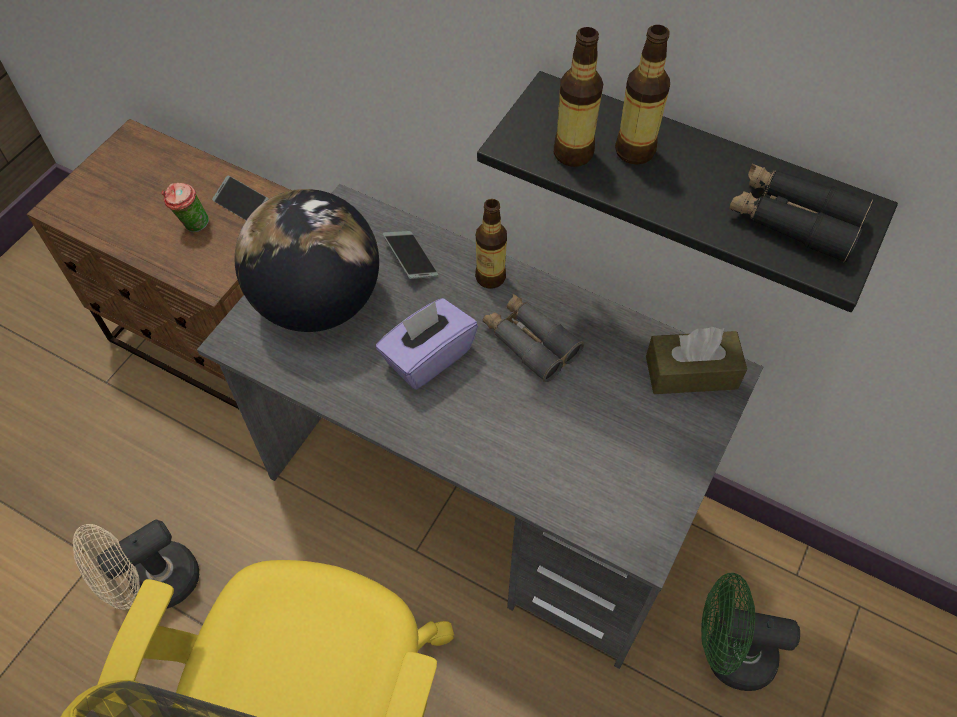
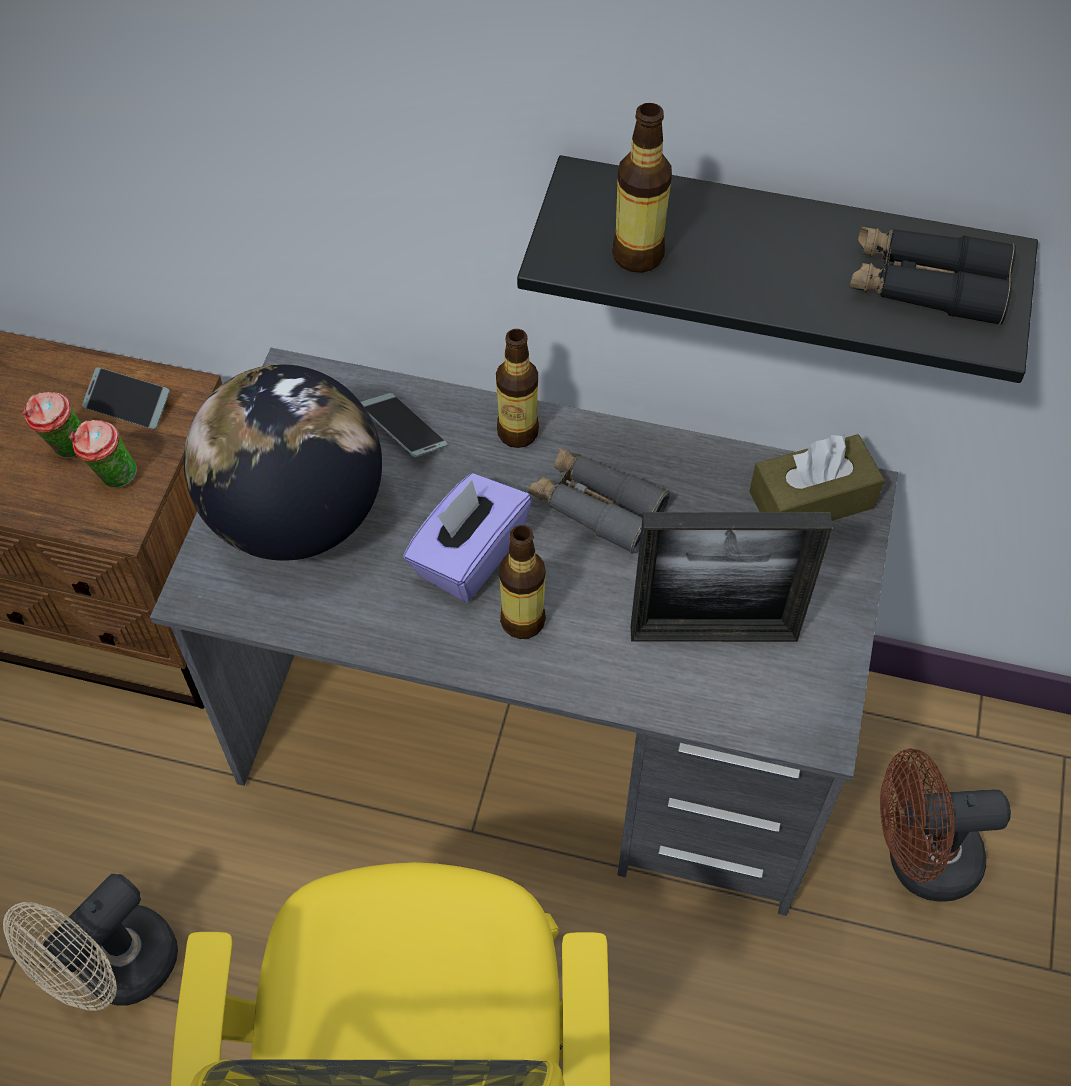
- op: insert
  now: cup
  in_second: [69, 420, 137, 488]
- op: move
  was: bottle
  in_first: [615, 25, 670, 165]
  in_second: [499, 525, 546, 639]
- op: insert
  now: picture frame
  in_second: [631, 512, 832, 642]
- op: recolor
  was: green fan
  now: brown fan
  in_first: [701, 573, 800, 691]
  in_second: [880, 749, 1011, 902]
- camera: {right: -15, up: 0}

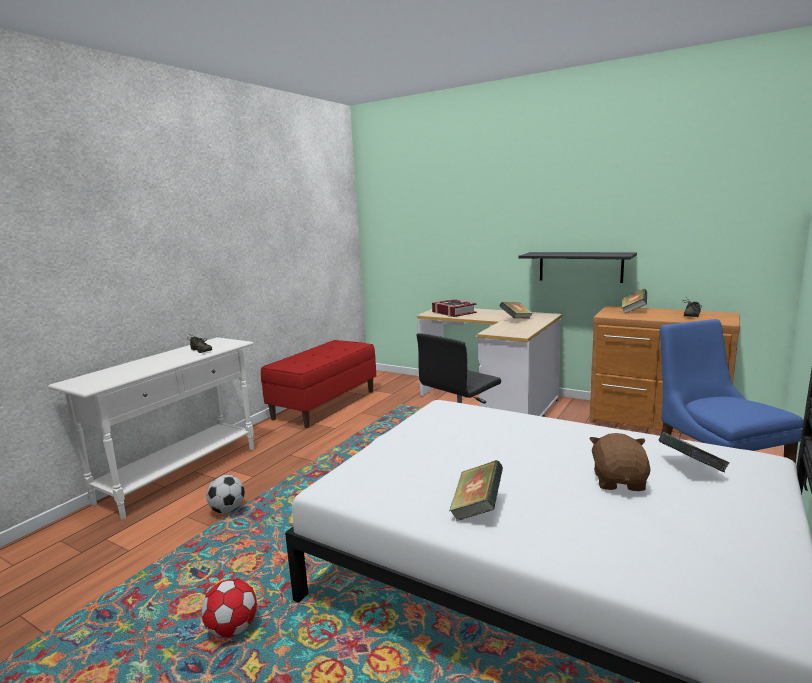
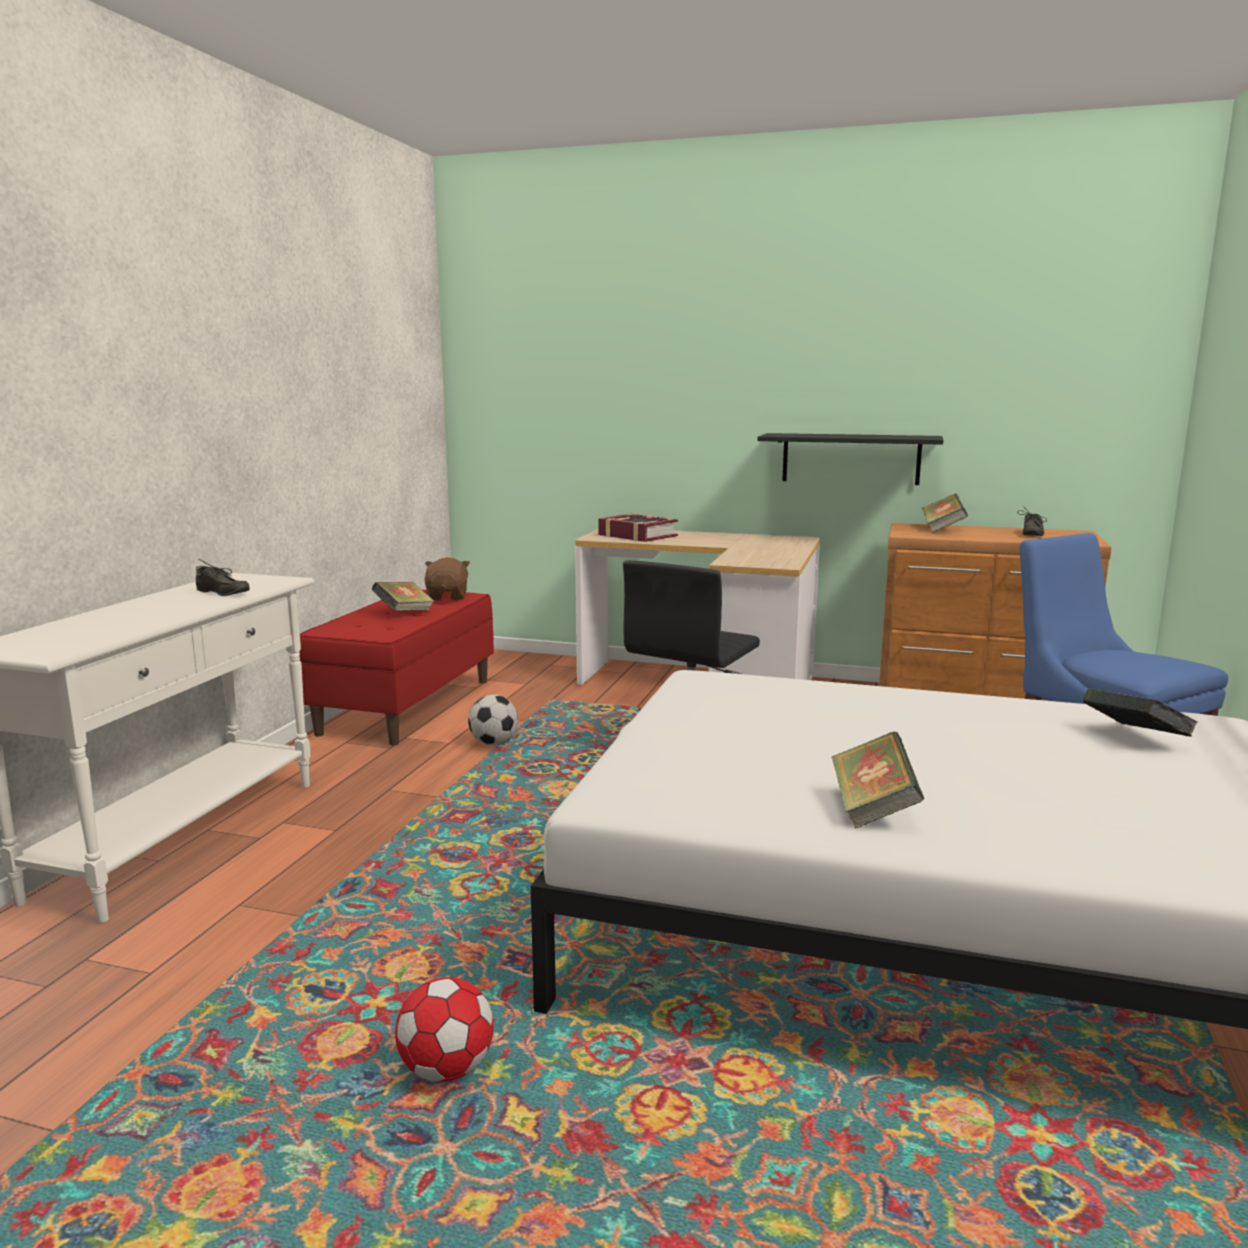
- op: move
  was: book
  in_first: [499, 302, 533, 319]
  in_second: [372, 582, 434, 611]
- op: move
  was: brown plush toy
  in_first: [589, 433, 651, 491]
  in_second: [424, 557, 470, 600]
- op: move
  was: football
  in_first: [206, 475, 245, 513]
  in_second: [468, 695, 518, 745]
- camera: {right: -15, up: 0}

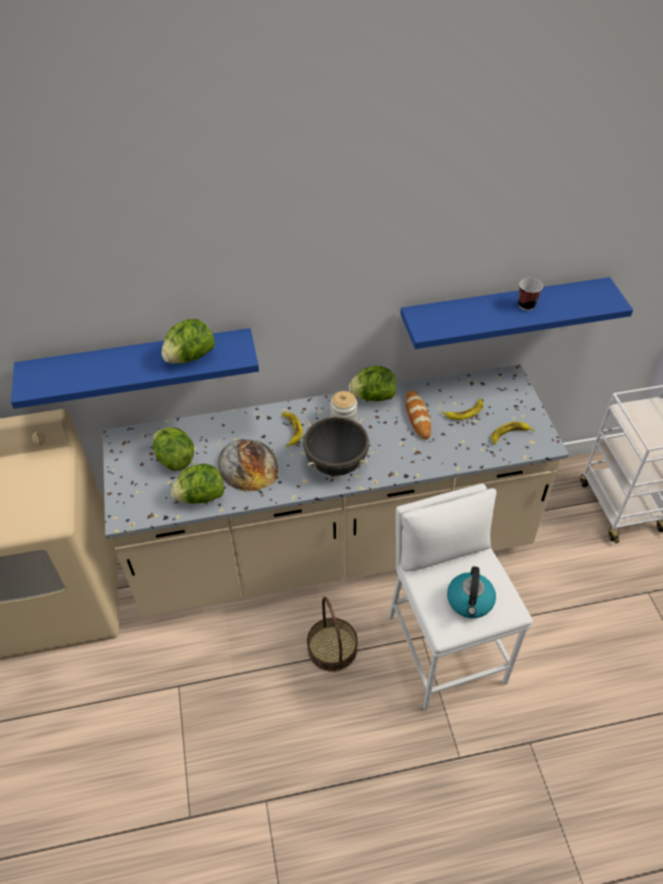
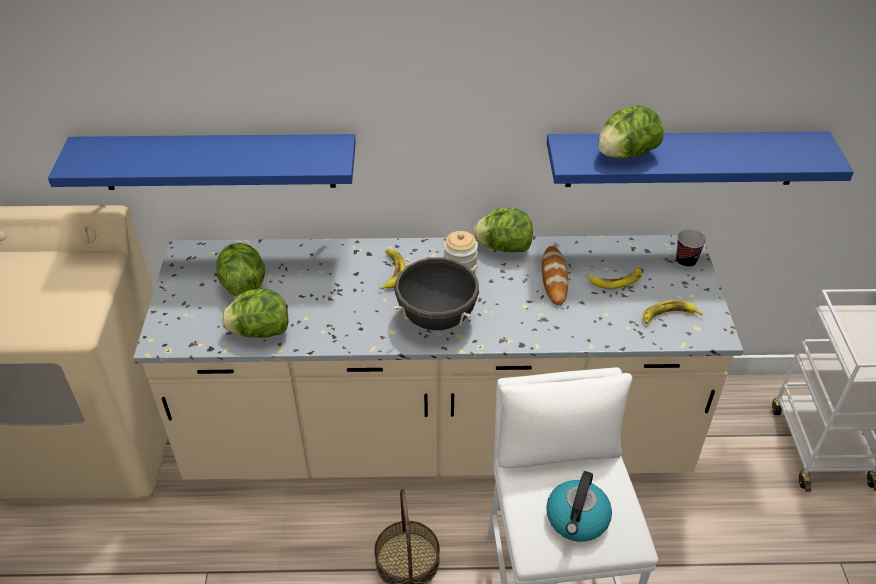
- op: move
  was: lettuce
  in_first: [162, 319, 215, 364]
  in_second: [598, 105, 664, 159]
- op: move
  was: cup
  in_first: [518, 278, 543, 311]
  in_second: [676, 229, 706, 268]
- op: delete
  was: bread
  in_first: [218, 439, 278, 492]
- camera: {right: 10, up: -5}

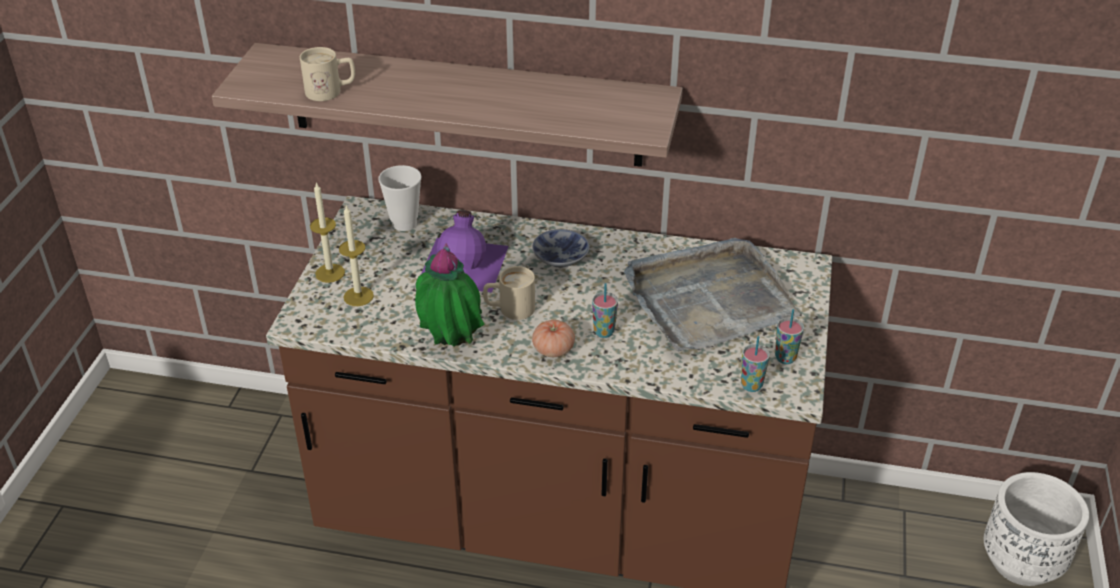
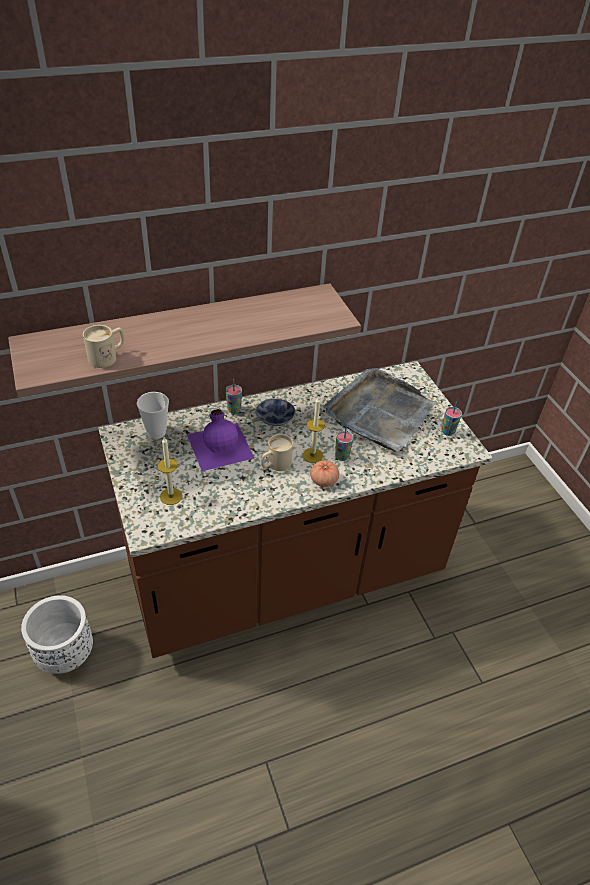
- op: move
  was: white planter
  in_first: [984, 472, 1089, 586]
  in_second: [21, 595, 93, 674]
- op: move
  was: cup
  in_first: [741, 336, 770, 392]
  in_second: [226, 379, 242, 414]
- op: move
  was: candle
  in_first: [310, 182, 345, 283]
  in_second: [303, 396, 325, 463]
- op: delete
  was: potted plant
  in_first: [415, 243, 484, 347]
- camera: {right: -35, up: 5}

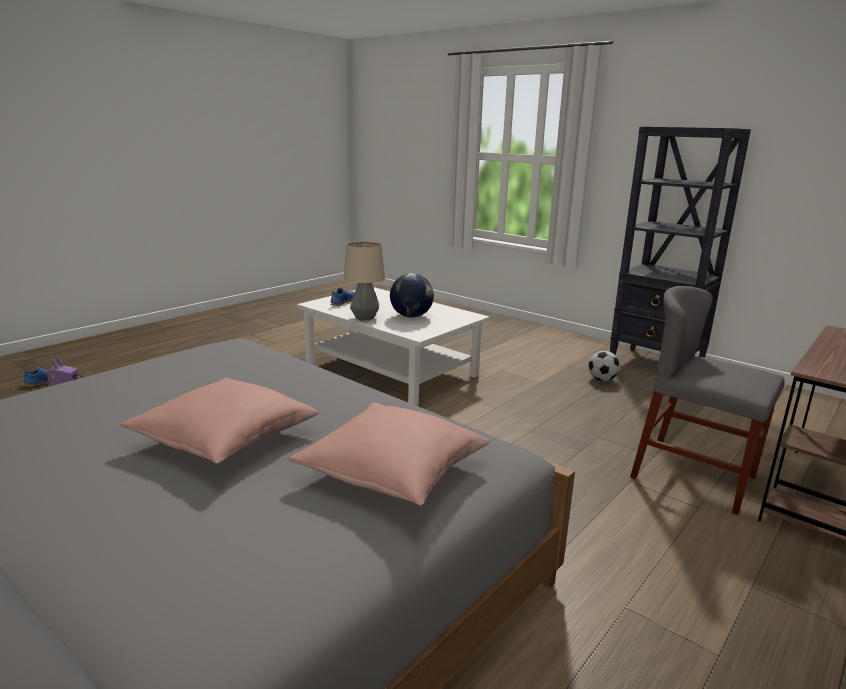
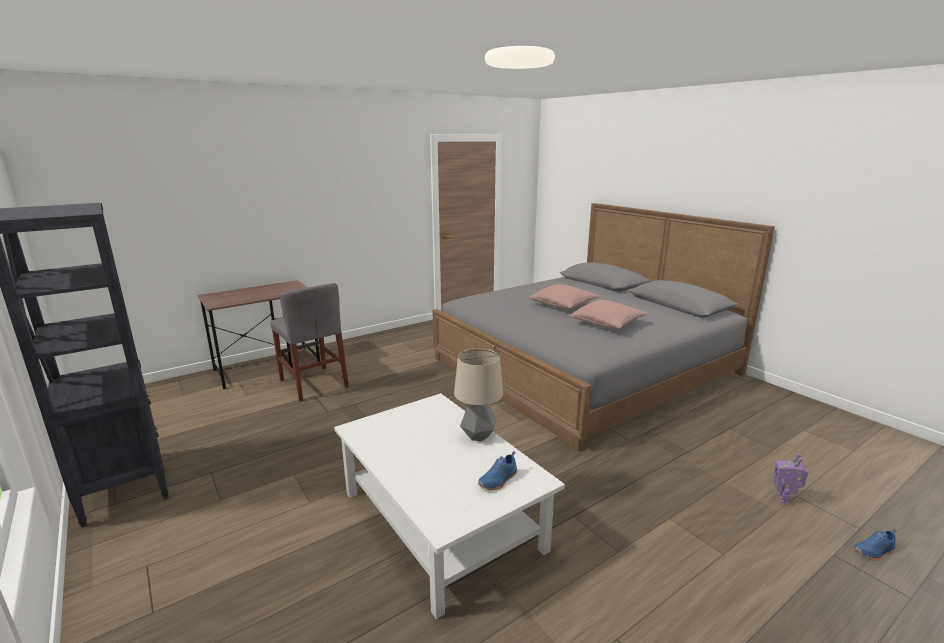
- op: move
  was: pink pillow
  in_first: [288, 403, 490, 505]
  in_second: [569, 300, 648, 329]
- op: delete
  was: globe
  in_first: [390, 273, 434, 318]
- op: delete
  was: football
  in_first: [588, 351, 620, 381]
- camera: {right: -165, up: 0}

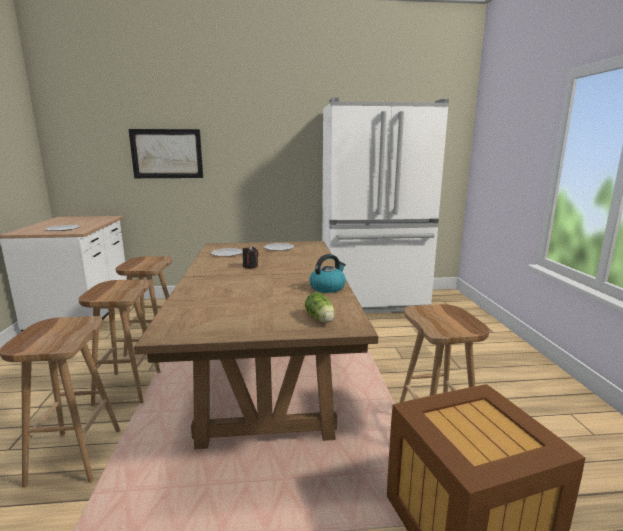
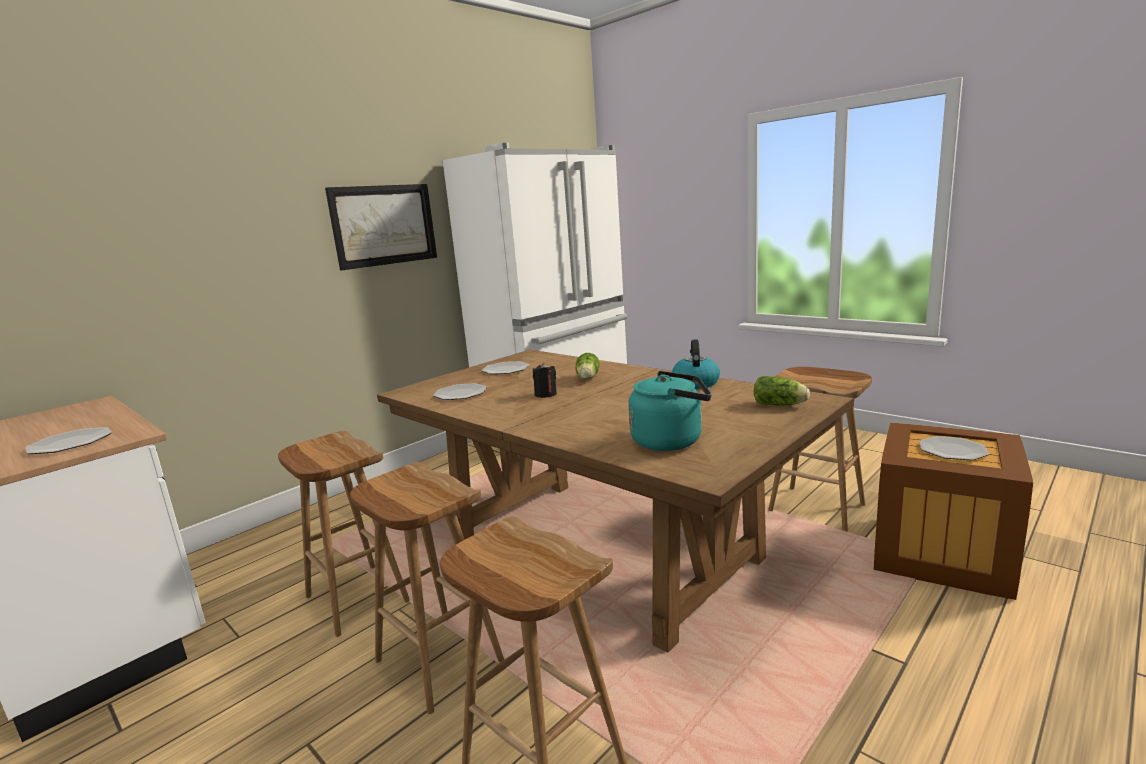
- op: move
  was: picture
  in_first: [128, 129, 203, 178]
  in_second: [325, 184, 437, 270]
- op: insert
  now: lettuce
  in_second: [576, 353, 600, 380]
- op: insert
  now: turquoise kettle
  in_second: [628, 371, 711, 451]
- op: insert
  now: plate
  in_second: [919, 436, 989, 460]
- camera: {right: -40, up: 0}

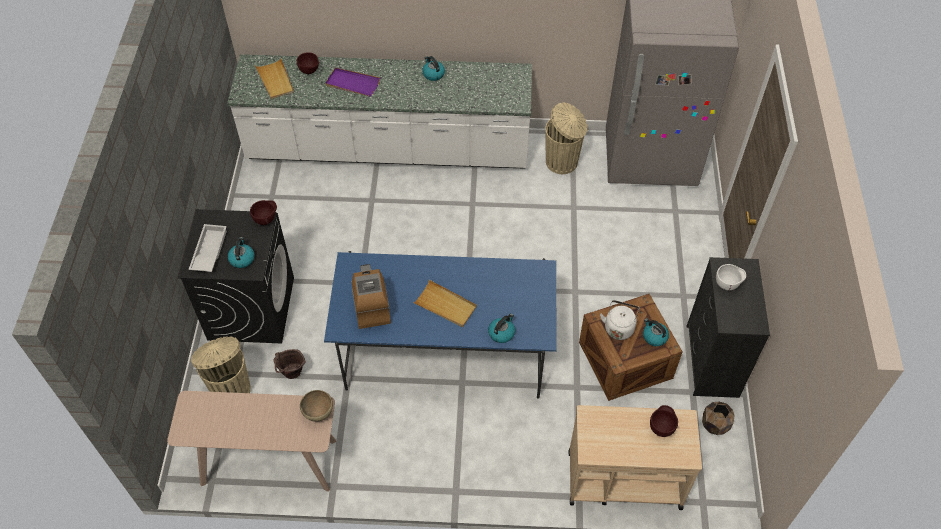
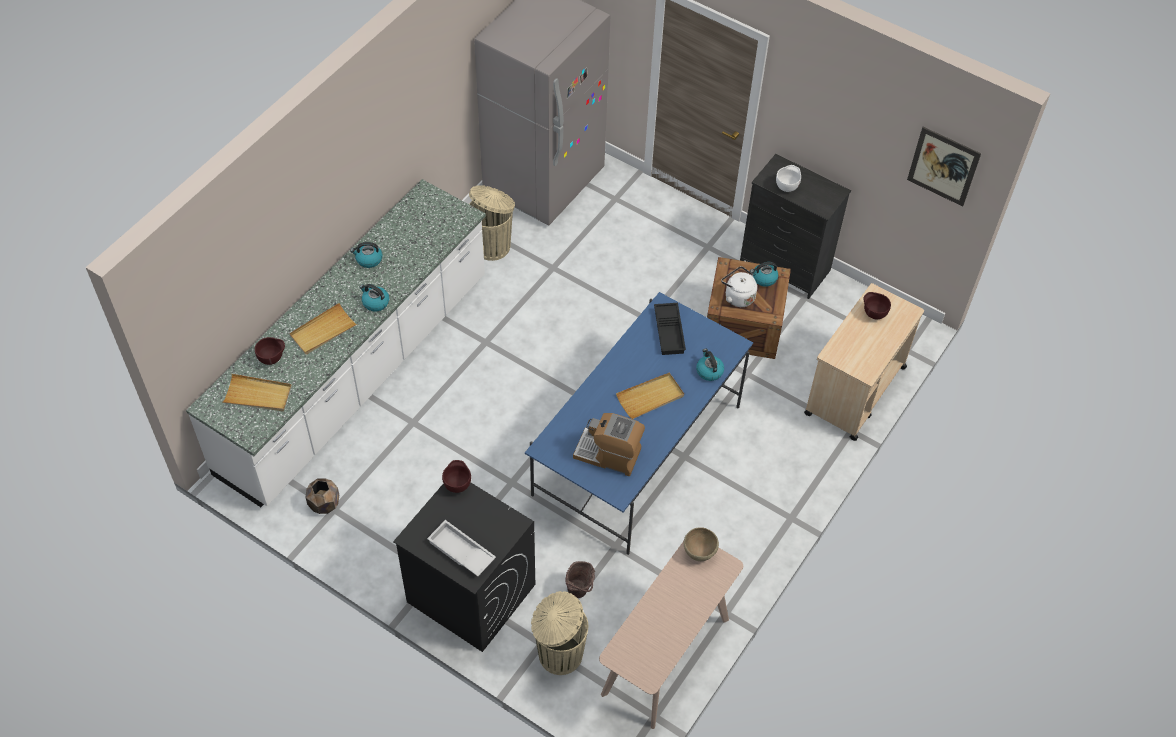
- op: recolor
  was: purple tray
  now: beige tray
  in_first: [325, 67, 380, 97]
  in_second: [289, 303, 357, 354]
- op: move
  was: brown planter
  in_first: [702, 402, 735, 435]
  in_second: [306, 479, 339, 514]
- op: move
  was: kettle
  in_first: [228, 237, 254, 268]
  in_second: [360, 284, 389, 312]
- op: insert
  now: black tray
  in_second: [654, 303, 686, 355]
- op: insert
  now: picture
  in_second: [907, 127, 981, 206]
- camera: {right: -60, up: 0}

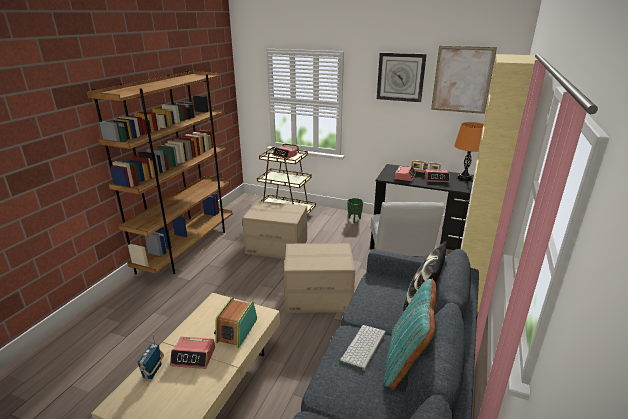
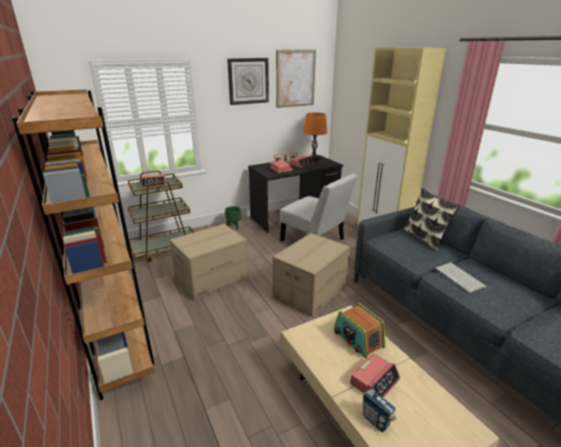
- op: delete
  was: turquoise pillow
  in_first: [384, 279, 437, 390]
- camera: {right: -50, up: 0}

